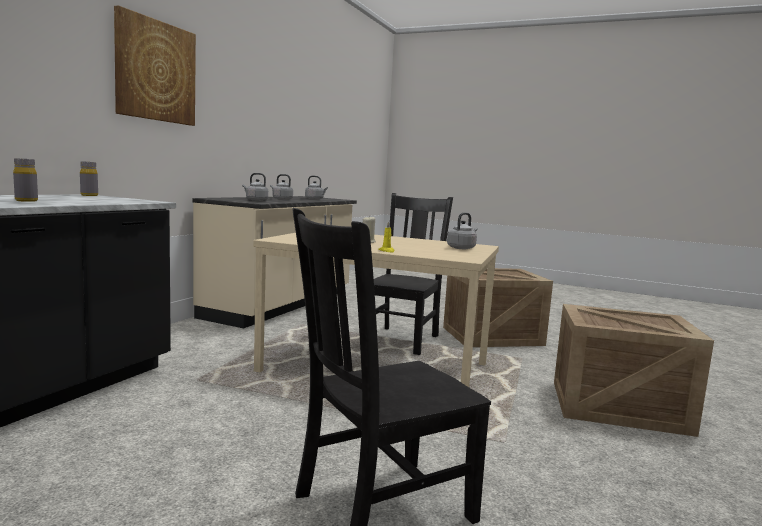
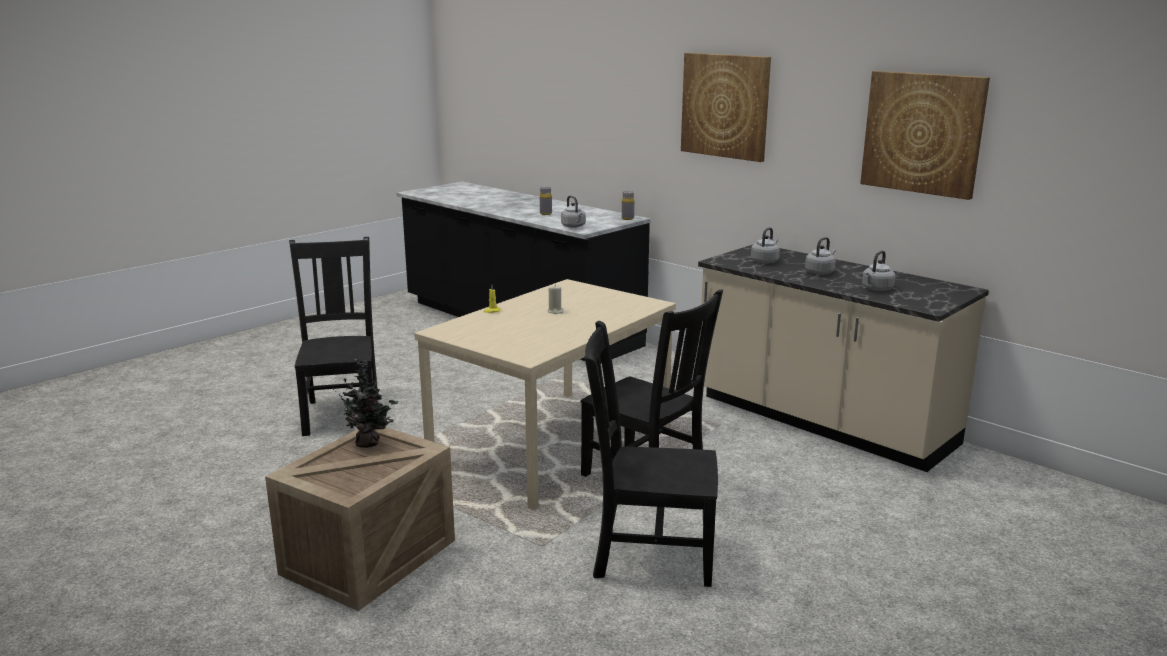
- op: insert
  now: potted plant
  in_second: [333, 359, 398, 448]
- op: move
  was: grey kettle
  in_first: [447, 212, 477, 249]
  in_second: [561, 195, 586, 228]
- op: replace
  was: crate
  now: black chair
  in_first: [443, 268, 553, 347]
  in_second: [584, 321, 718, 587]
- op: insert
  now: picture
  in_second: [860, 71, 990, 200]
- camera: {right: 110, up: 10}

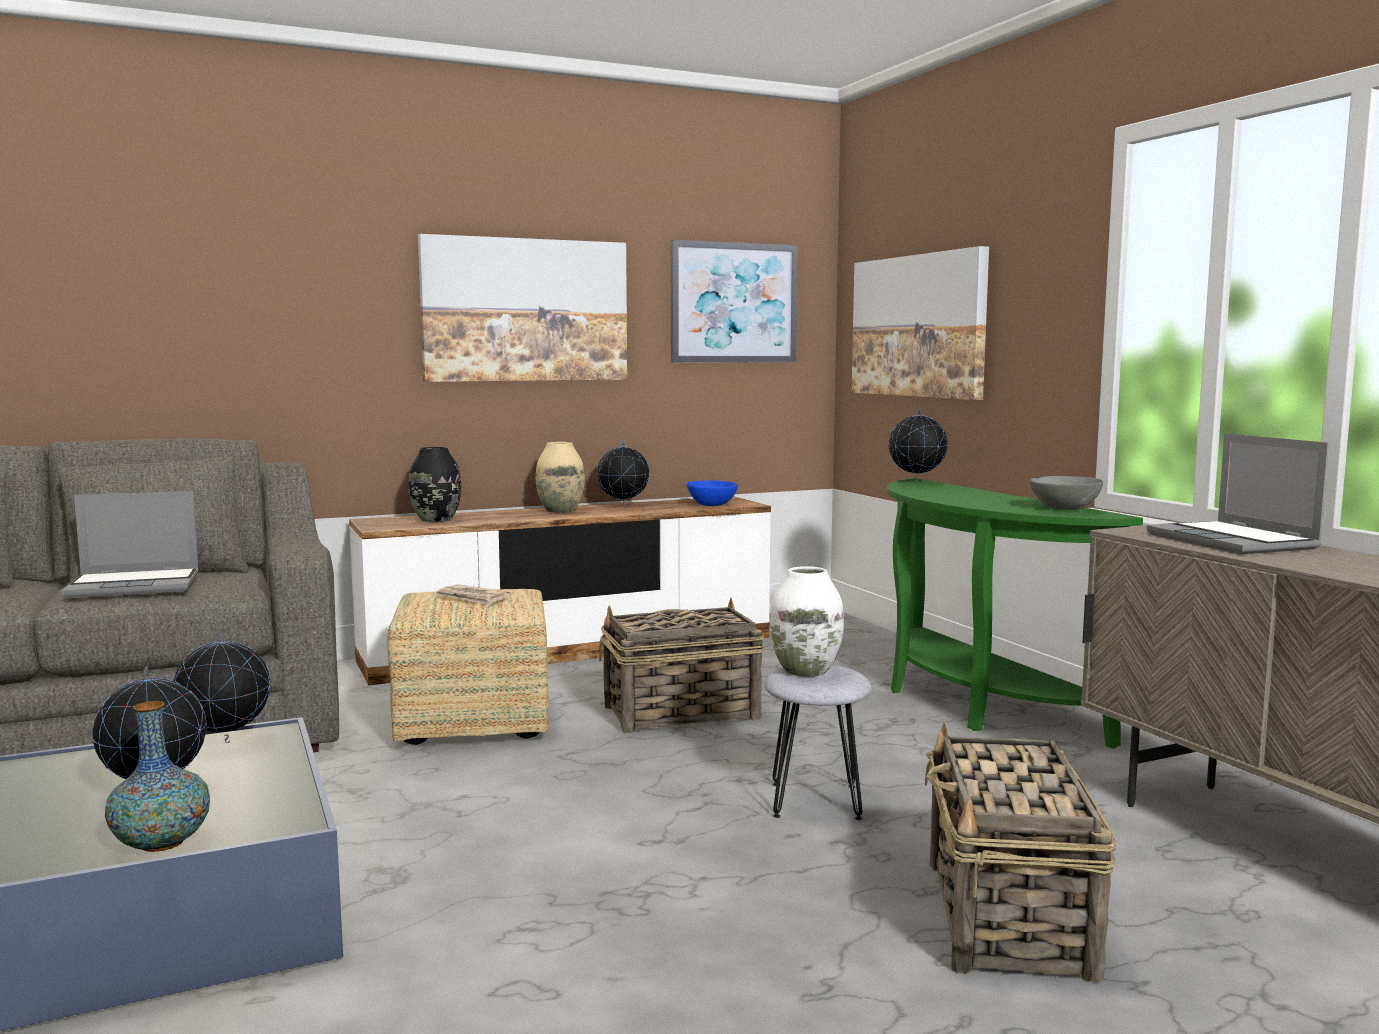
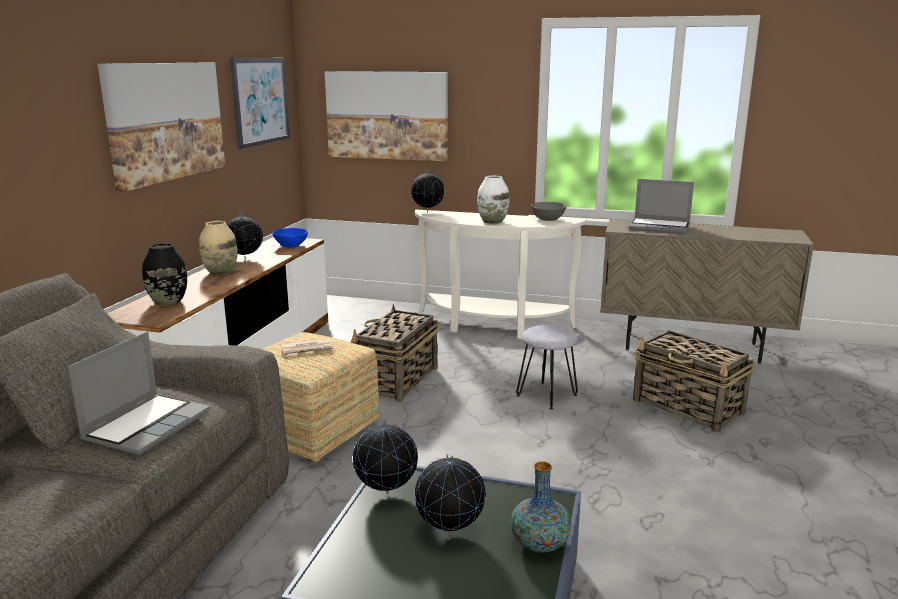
- op: recolor
  was: green console table
  now: white console table
  in_first: [887, 479, 1143, 749]
  in_second: [415, 210, 587, 339]
- op: move
  was: white vase
  in_first: [770, 566, 844, 677]
  in_second: [477, 176, 509, 224]
- camera: {right: -50, up: 10}

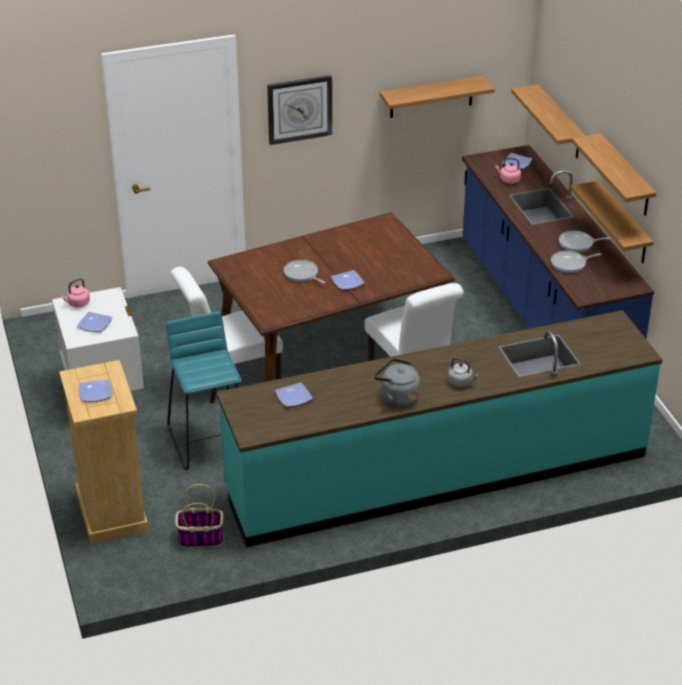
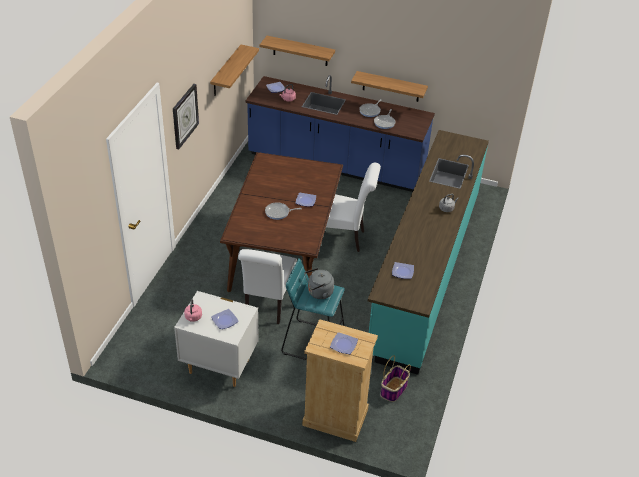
- op: move
  was: grey kettle
  in_first: [374, 359, 420, 407]
  in_second: [304, 268, 334, 299]
- op: delete
  was: shelf
  in_first: [572, 134, 656, 216]
- camera: {right: -55, up: 5}

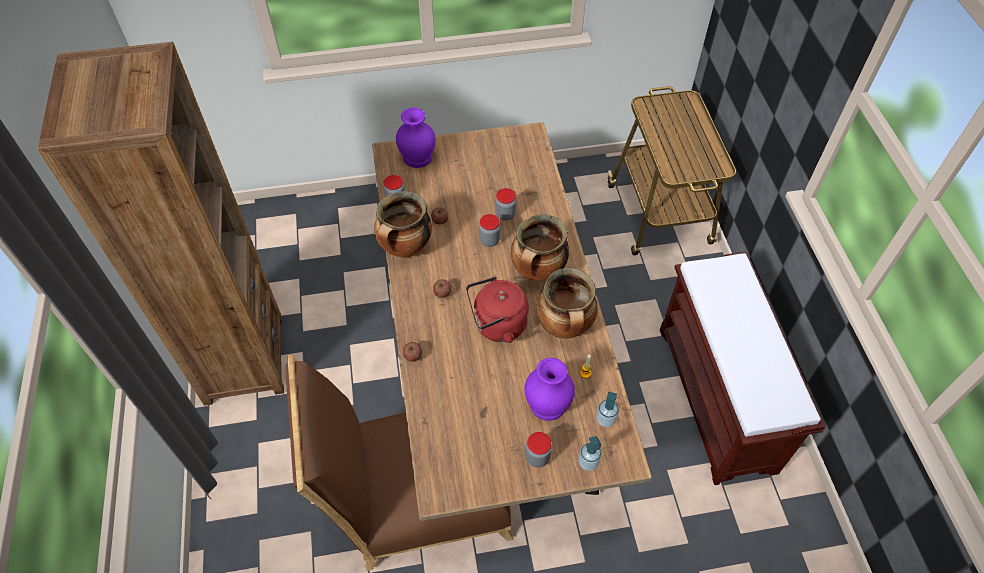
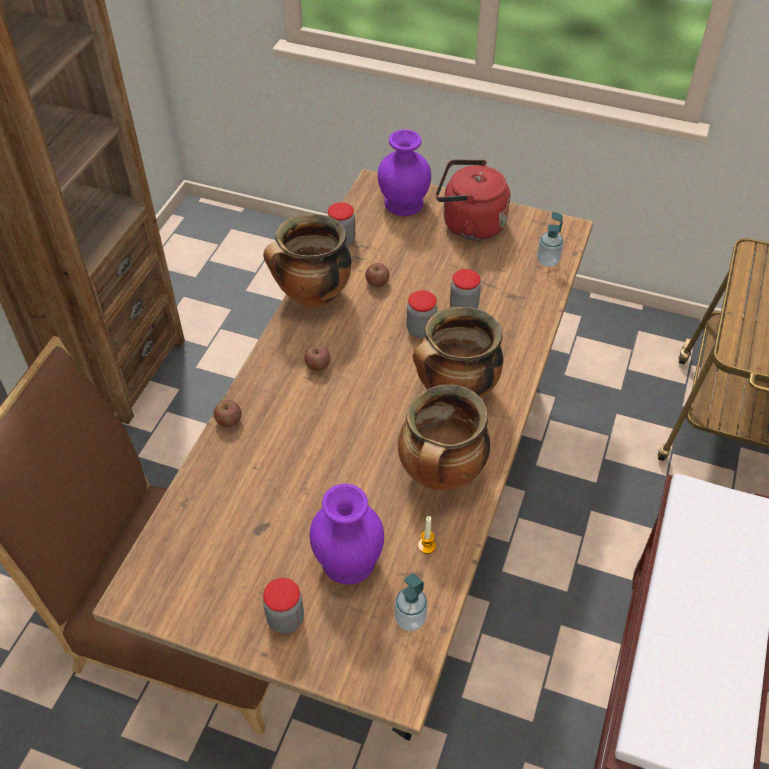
- op: move
  was: red kettle
  in_first: [466, 277, 529, 343]
  in_second: [436, 160, 510, 241]
- op: move
  was: soap dispenser
  in_first: [578, 436, 601, 471]
  in_second: [537, 212, 564, 267]
- camera: {right: 30, up: -5}

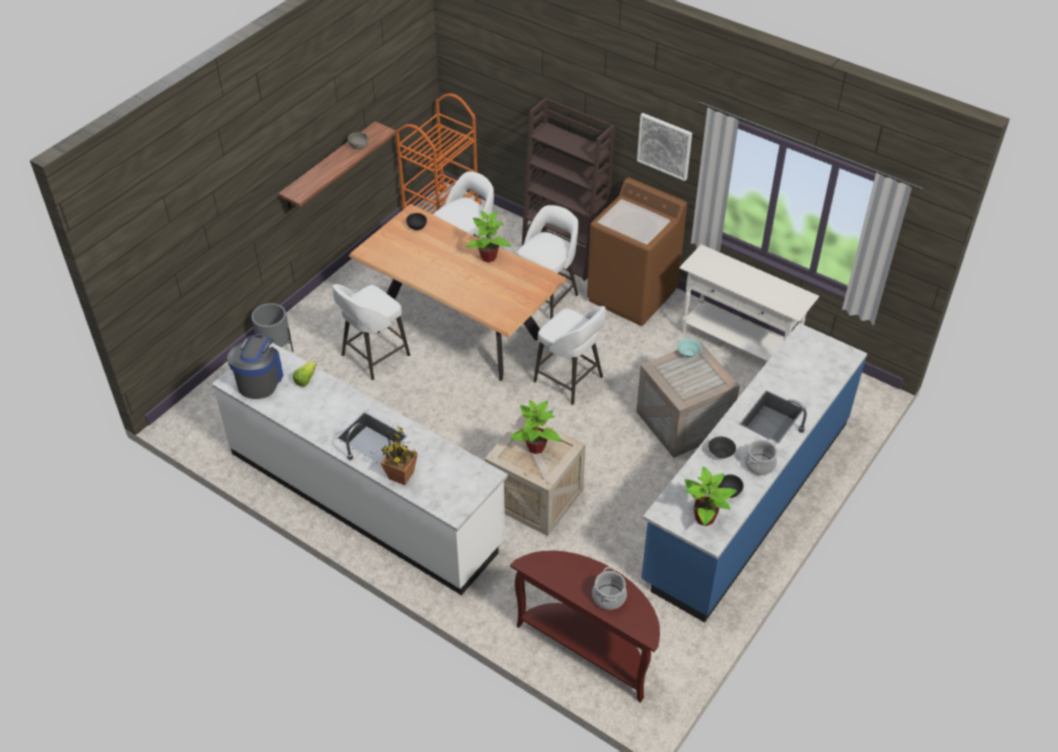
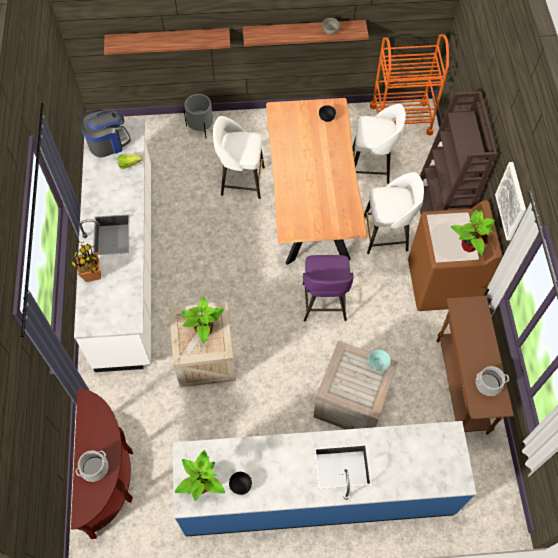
- op: insert
  now: shelf
  in_second: [104, 28, 230, 55]
- op: recolor
  was: white stool
  now: purple stool
  in_first: [534, 306, 606, 405]
  in_second: [303, 255, 354, 321]
- op: recolor
  was: white console table
  now: brown console table
  in_first: [679, 244, 819, 362]
  in_second: [436, 296, 514, 435]
- op: move
  was: potted plant
  in_first: [465, 211, 511, 262]
  in_second: [451, 210, 495, 255]
- op: move
  was: cooking pot
  in_first: [744, 438, 777, 475]
  in_second: [476, 366, 509, 396]
- op: delete
  was: black bowl
  in_first: [708, 437, 736, 458]
- camera: {right: 50, up: 15}

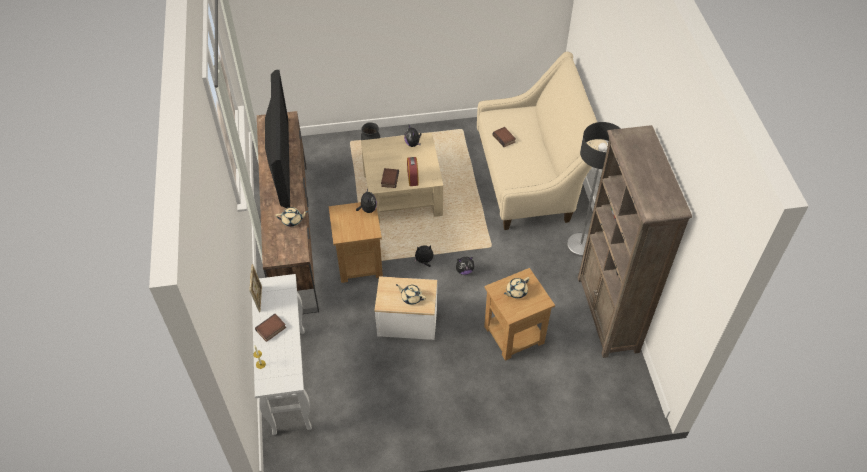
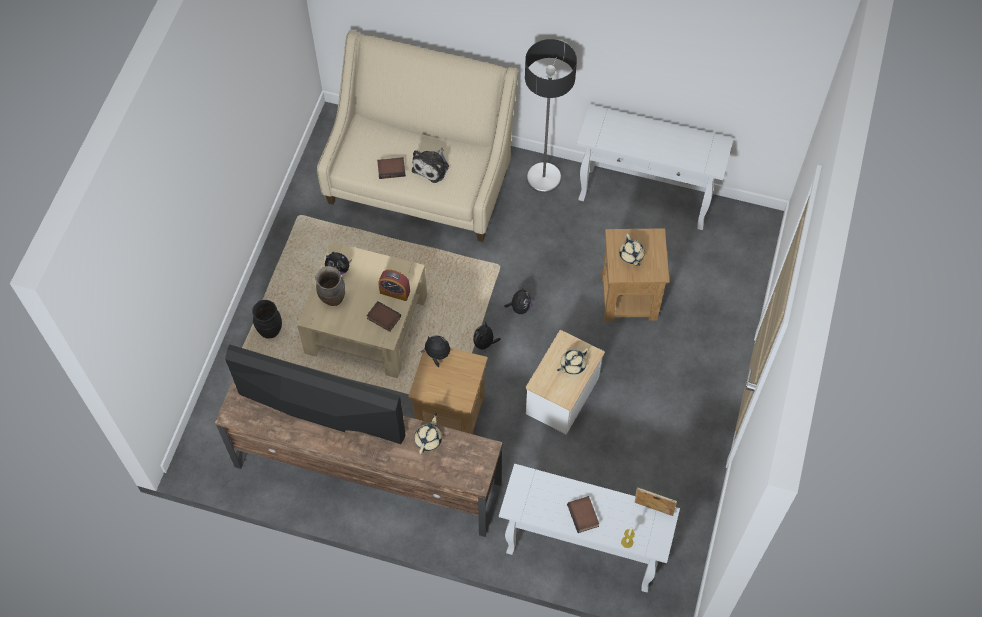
- op: insert
  now: brown vase
  in_second: [315, 266, 345, 306]
- op: insert
  now: plush toy
  in_second: [412, 147, 449, 183]
- op: replace
  was: brown bookcase
  now: white console table
  in_first: [578, 125, 692, 358]
  in_second: [577, 104, 733, 230]
- op: move
  was: picture frame
  in_first: [249, 264, 262, 312]
  in_second: [635, 487, 677, 516]
- camera: {right: -65, up: 10}

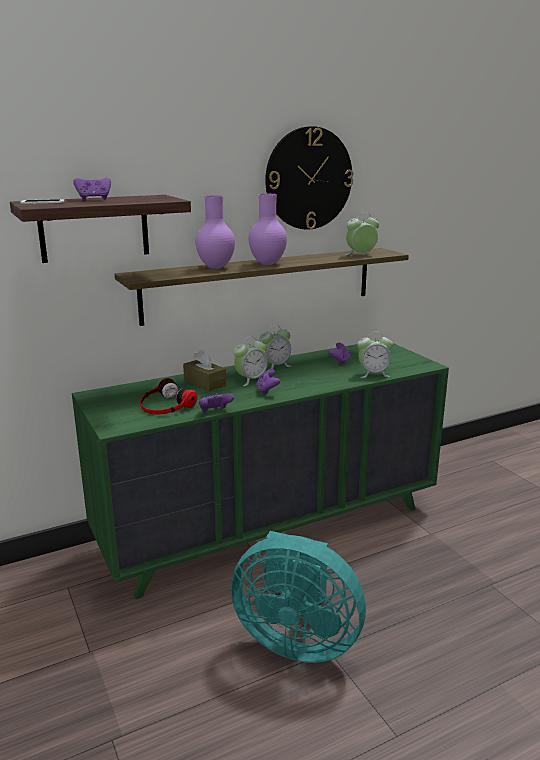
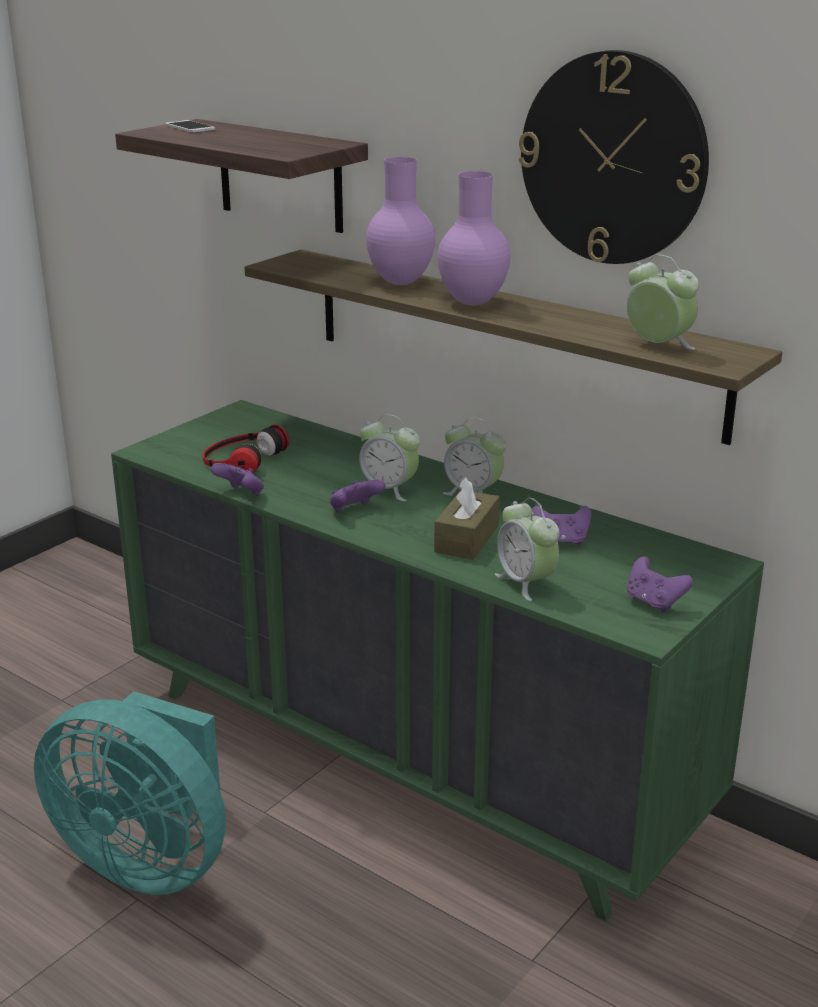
- op: rotate
  was: turquoise fan
  in_first: [231, 531, 366, 663]
  in_second: [34, 691, 226, 895]
  clockwise: -60
- op: move
  was: brown tissue box
  in_first: [183, 350, 226, 391]
  in_second: [434, 477, 500, 560]
- op: move
  was: purple game controller
  in_first: [73, 178, 111, 200]
  in_second: [627, 556, 693, 613]
- camera: {right: 65, up: 5}

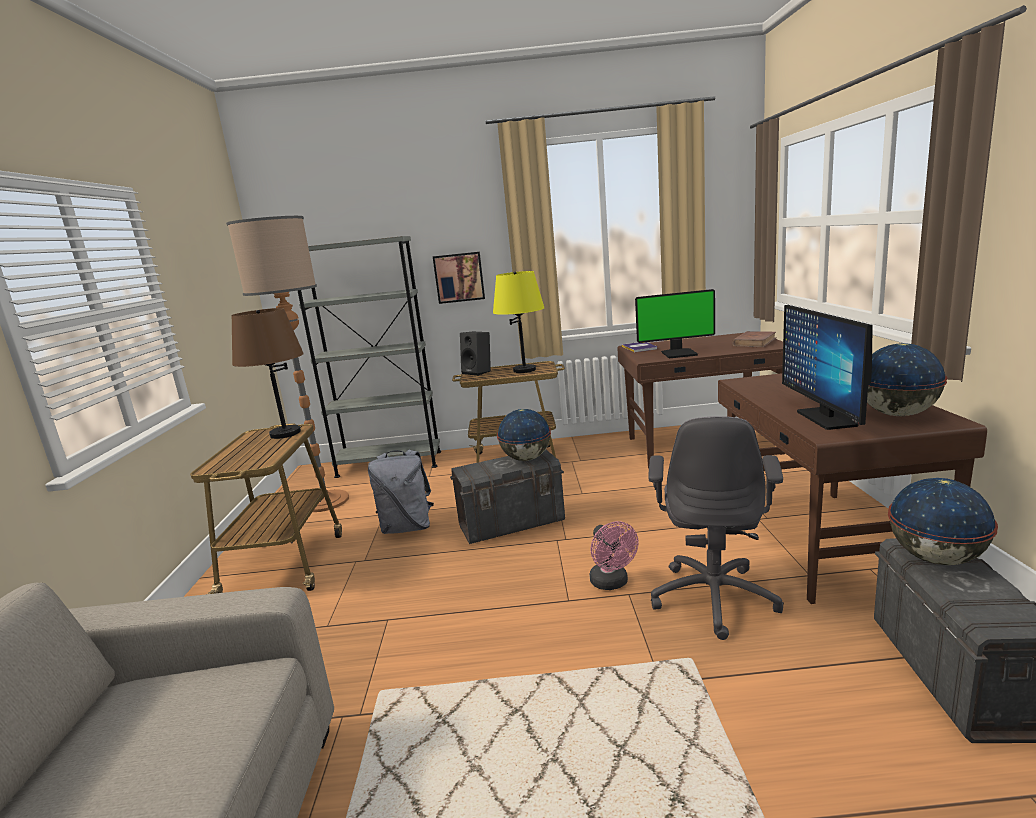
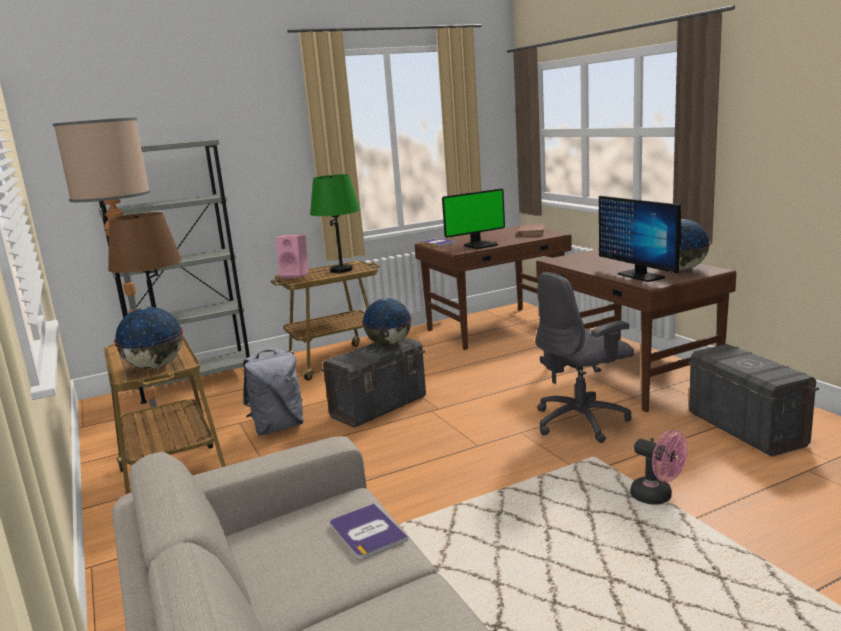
- op: move
  was: globe
  in_first: [888, 478, 998, 565]
  in_second: [114, 307, 183, 369]
- op: recolor
  was: black speaker
  now: pink speaker
  in_first: [460, 332, 491, 376]
  in_second: [276, 235, 308, 278]
- op: recolor
  was: yellow table lamp
  now: green table lamp
  in_first: [493, 271, 545, 373]
  in_second: [310, 174, 360, 273]
- op: insert
  now: book
  in_second: [330, 503, 408, 559]
- op: rotate
  was: grey office chair
  in_first: [648, 416, 784, 640]
  in_second: [535, 272, 633, 443]
  clockwise: 75
- op: move
  was: pink fan
  in_first: [590, 521, 639, 590]
  in_second: [630, 430, 687, 505]
- op: delete
  was: picture
  in_first: [433, 252, 485, 304]
- camera: {right: -25, up: 0}

